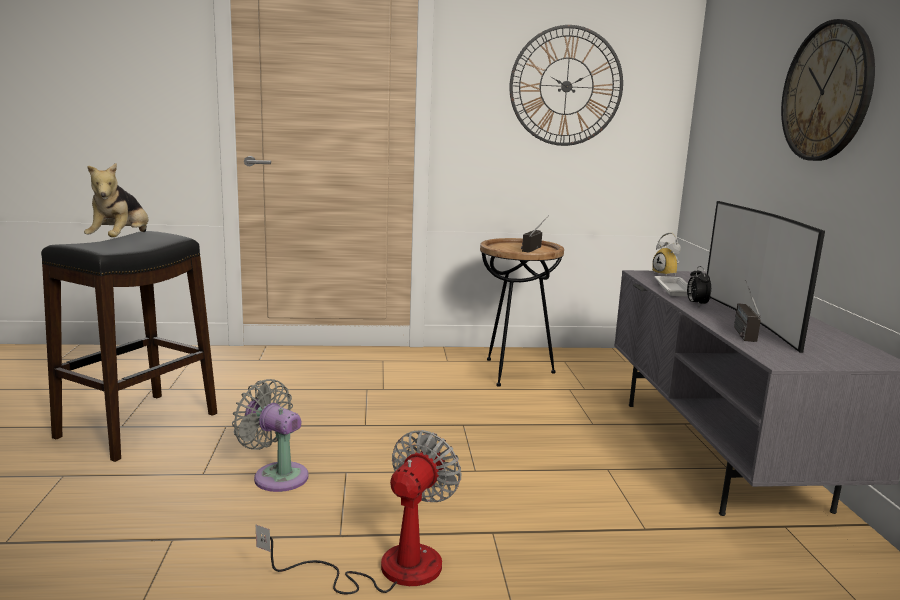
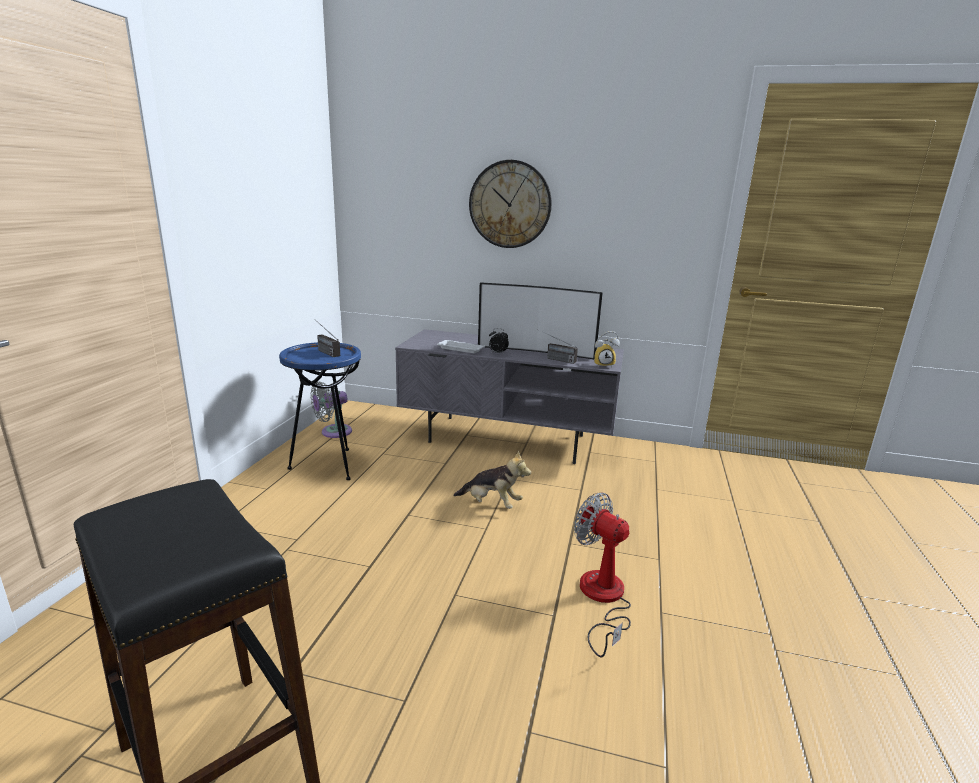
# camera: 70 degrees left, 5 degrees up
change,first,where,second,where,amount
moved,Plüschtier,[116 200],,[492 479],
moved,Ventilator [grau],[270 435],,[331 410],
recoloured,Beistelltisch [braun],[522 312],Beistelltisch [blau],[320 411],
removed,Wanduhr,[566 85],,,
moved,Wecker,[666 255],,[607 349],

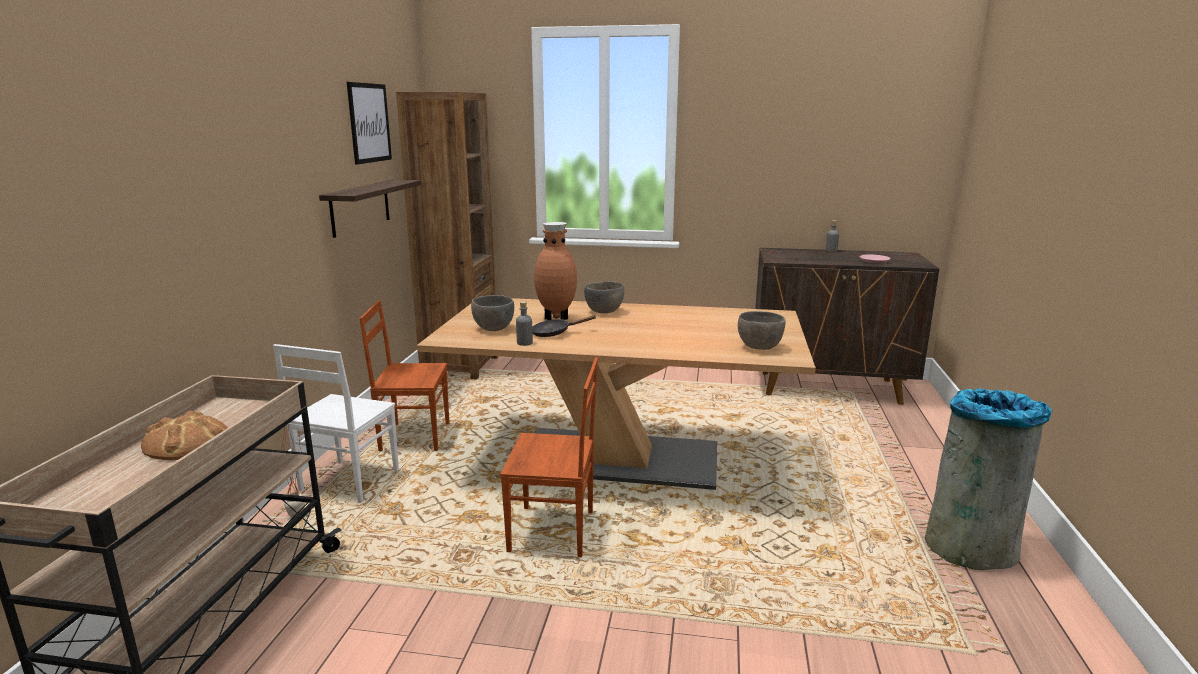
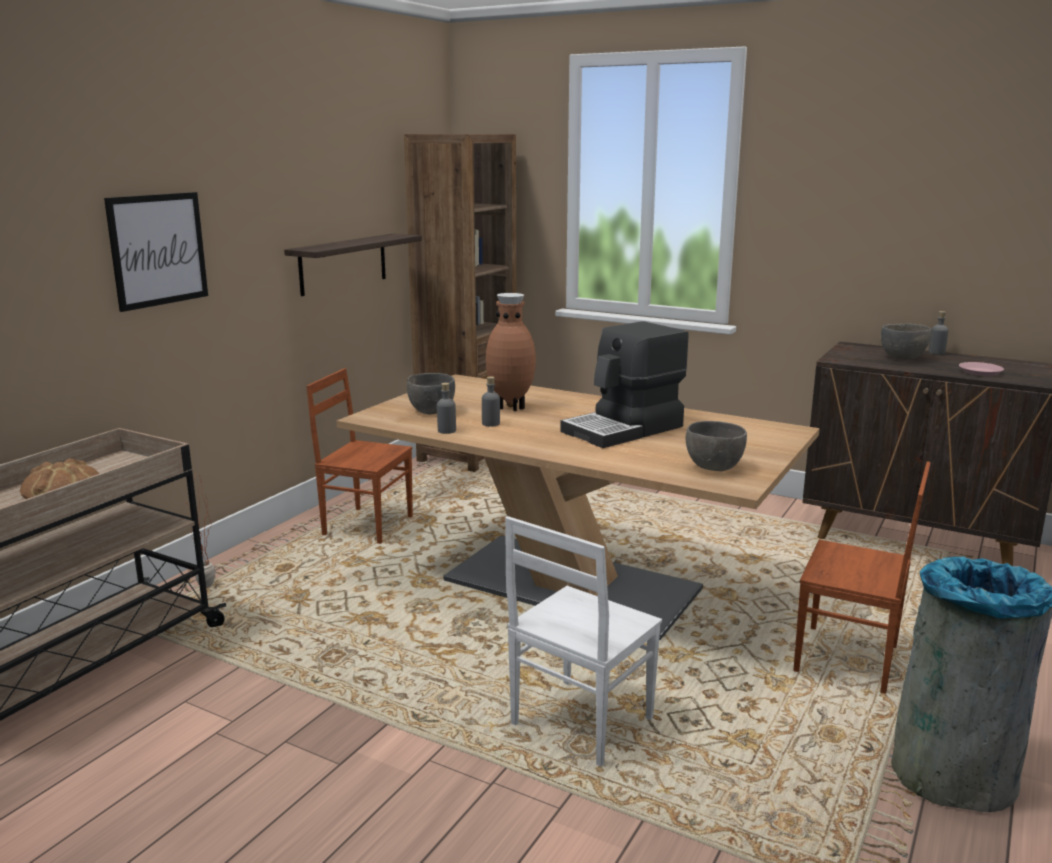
# camera: 20 degrees right, 0 degrees up
change,first,where,second,where,amount
moved,Stuhl [weiß],[336 423],,[583 641],
moved,Bild,[369 123],,[156 252],
moved,Stuhl [braun],[549 457],,[862 577],
replaced,Pfanne [schwarz],[564 326],Flasche [grau],[491 401],
moved,Schüssel [grau],[604 297],,[906 341],
added,,,Kaffeemaschine,[624 384],

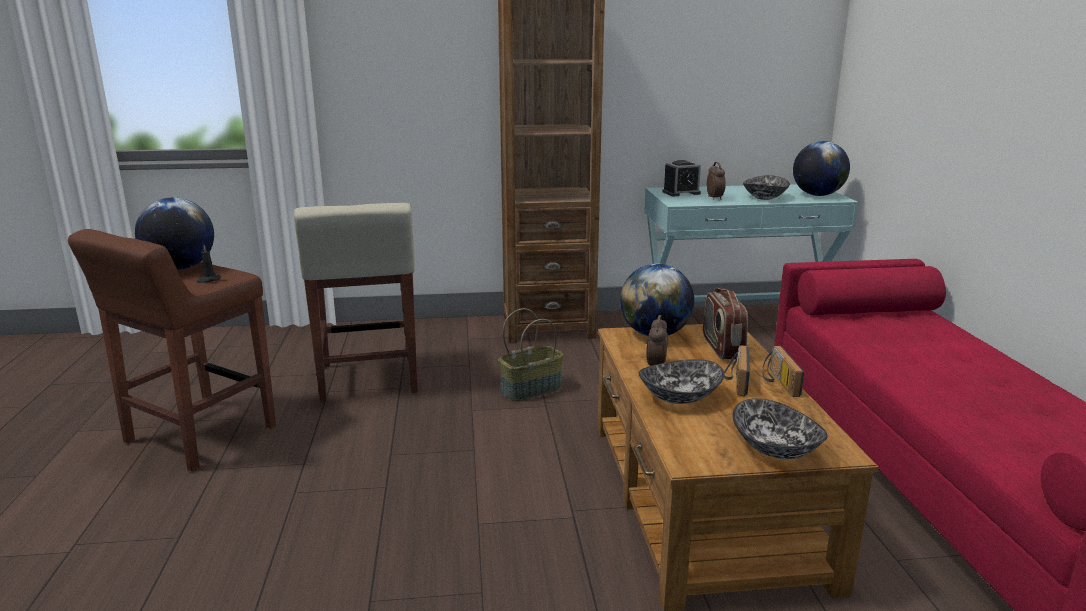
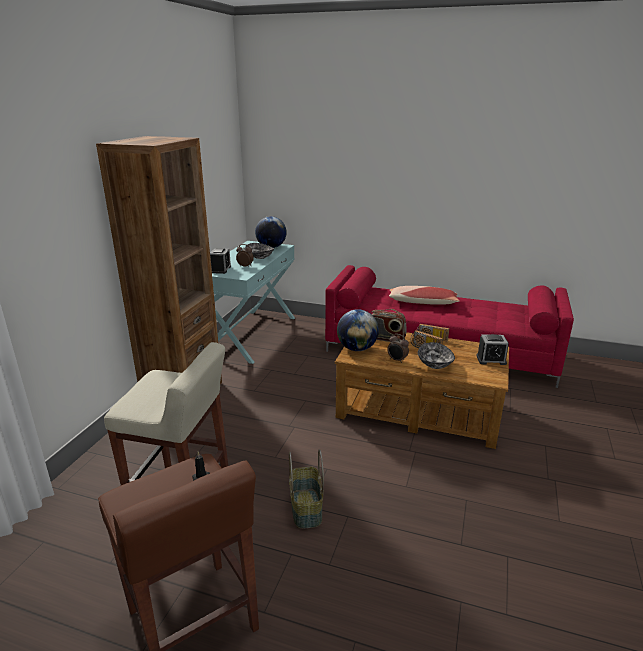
# camera: 65 degrees left, 5 degrees up
change,first,where,second,where,amount
removed,Globus,[174 233],,,
moved,Korb,[531 354],,[306 489],
replaced,Schüssel,[780 428],Wecker,[492 349],
added,,,Kissen,[424 295],

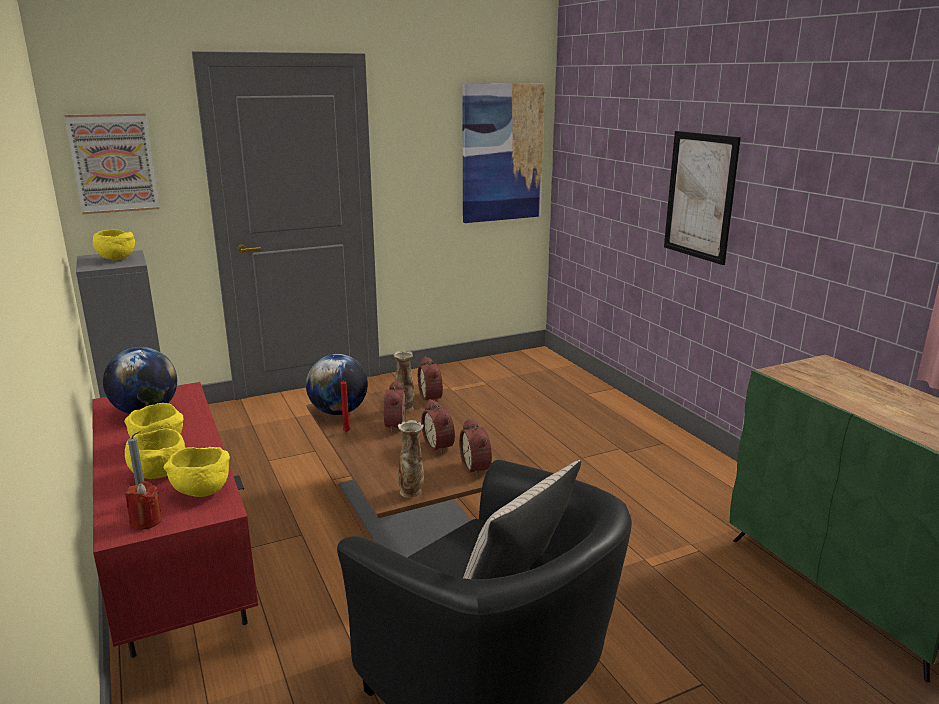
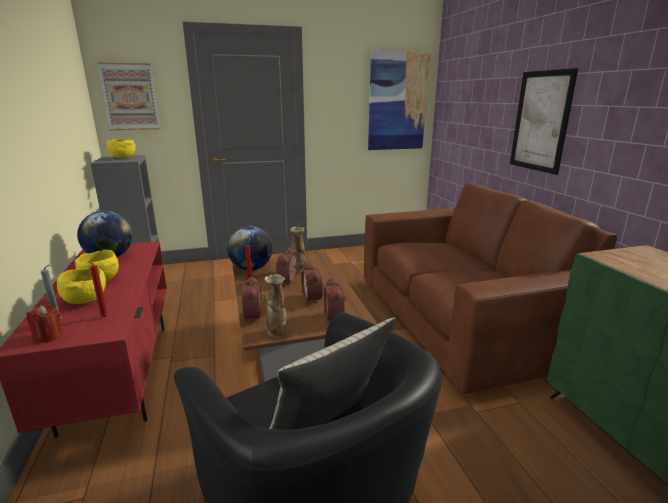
# camera: 10 degrees right, 0 degrees up
change,first,where,second,where,amount
replaced,Schüssel [gelb],[196 472],Kerze [rot],[99 290],
moved,Wecker,[430 378],,[253 300],
added,,,Sofa [braun],[490 288],

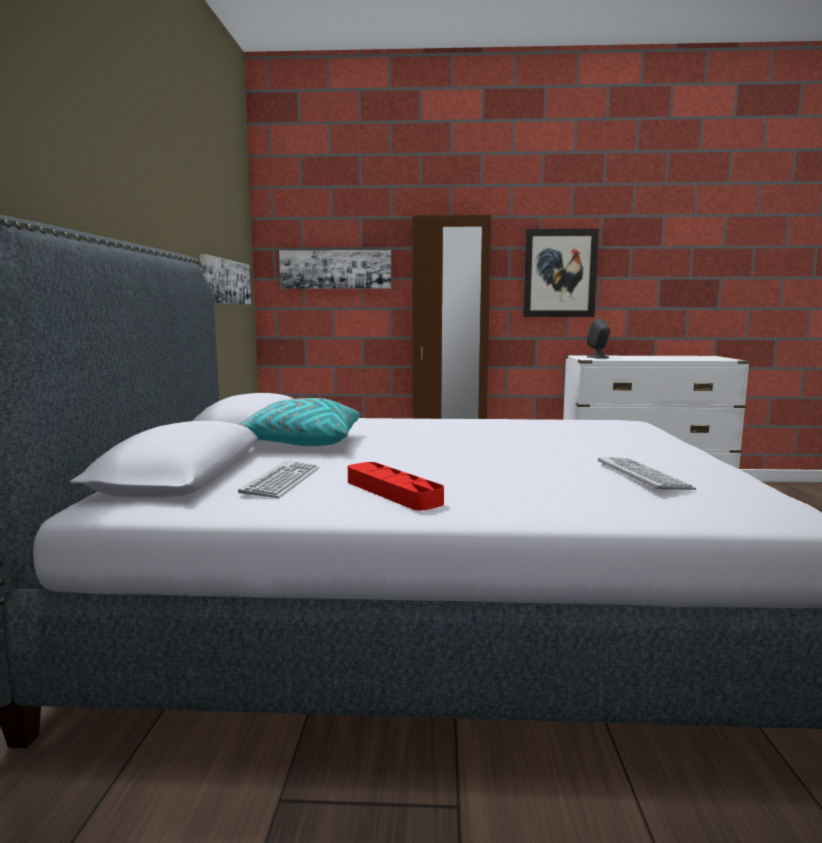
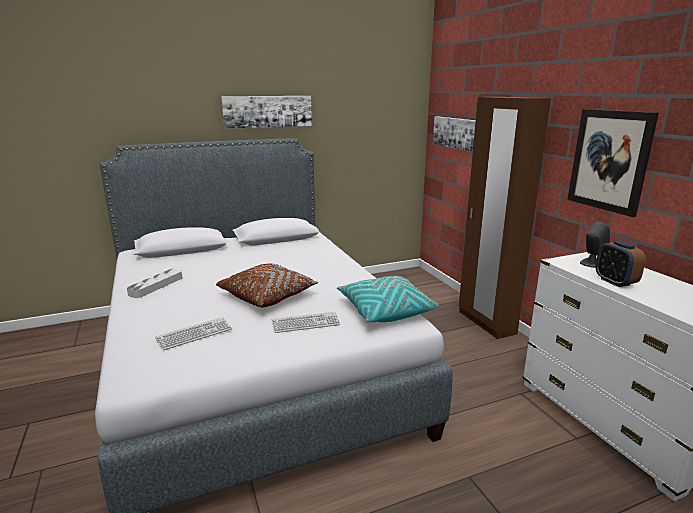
# camera: 65 degrees right, 10 degrees up
change,first,where,second,where,amount
moved,Bild,[225 279],,[266 112],
moved,Kissen [türkis],[299 422],,[388 299],
moved,Tastatur,[278 479],,[306 322],
recoloured,Tablett [rot],[396 486],Tablett [grau],[155 283],
added,,,Kissen [braun],[267 285],
added,,,Wecker,[621 263],

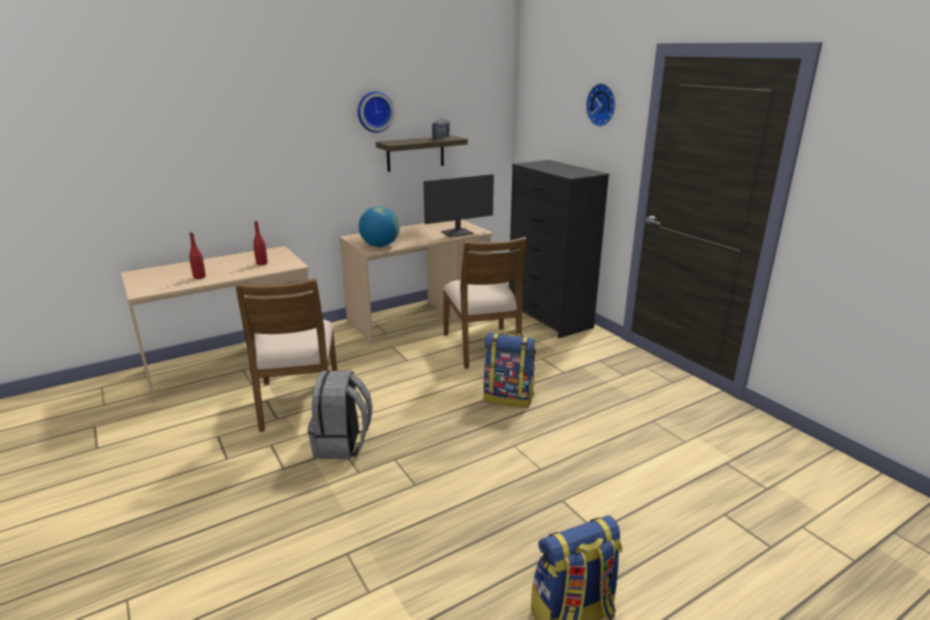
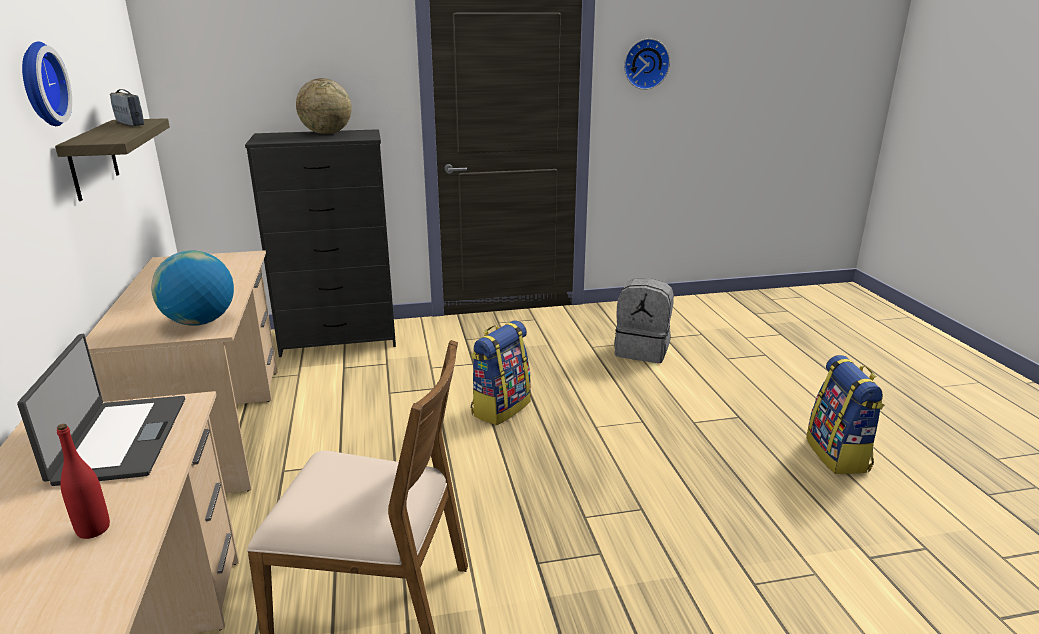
# camera: 70 degrees left, 0 degrees up
change,first,where,second,where,amount
replaced,Flasche [rot],[260 243],Laptop,[101 410],
moved,Rucksack [grau],[339 414],,[644 320],
removed,Monitor,[458 205],,,
removed,Stuhl [braun],[485 303],,,
moved,Wanduhr,[600 105],,[647 64],
added,,,Globus,[324 106],

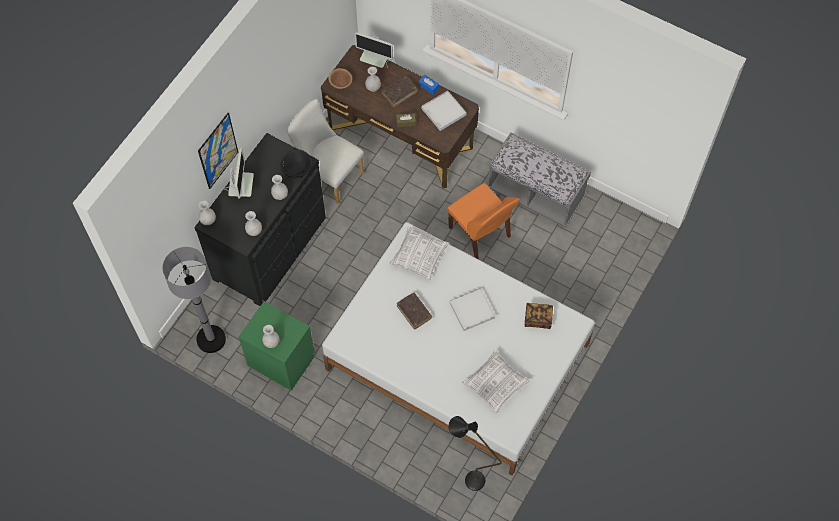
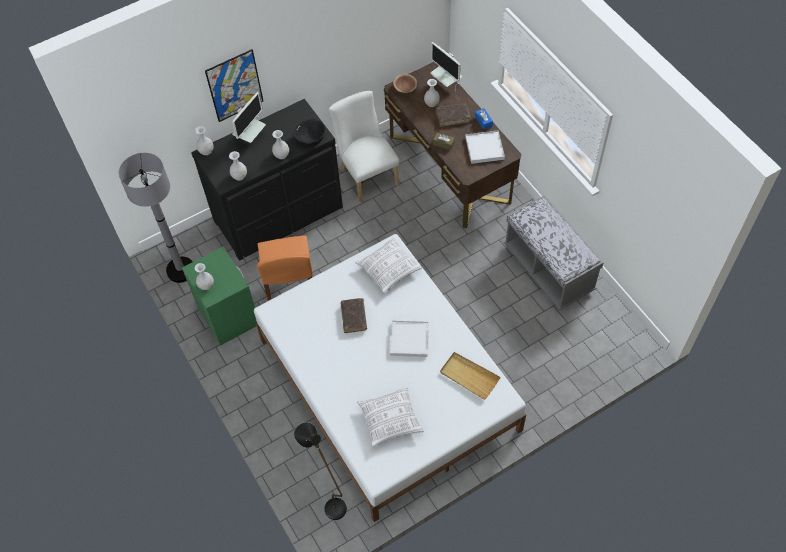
# camera: 30 degrees right, 5 degrees down
change,first,where,second,where,amount
moved,Stuhl [orange],[484 221],,[285 268],
replaced,Buch,[539 316],Tablett [beige],[470 376],

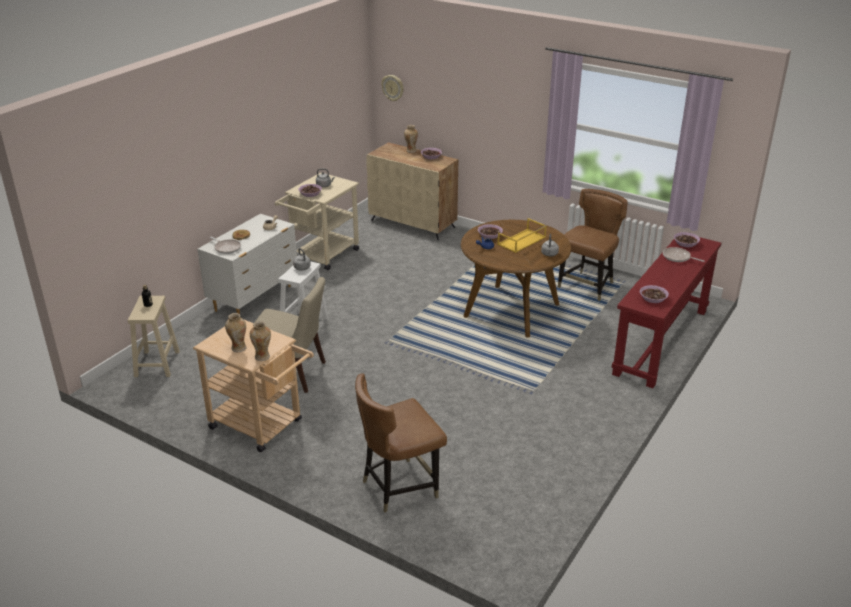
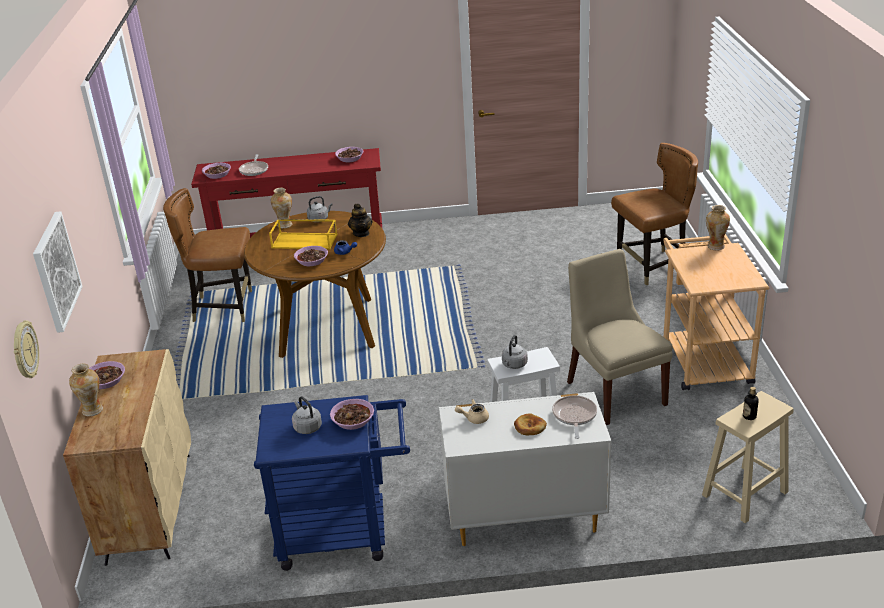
# camera: 125 degrees left, 0 degrees up
change,first,where,second,where,amount
moved,Vase,[236 332],,[281 208],
recoloured,Rollwagen [beige],[317 221],Rollwagen [blau],[332 483],
turned,Stuhl [braun],[401 443],,[654 214],45 degrees counterclockwise
added,,,Bild,[58 272],
added,,,Teekanne,[360 220],

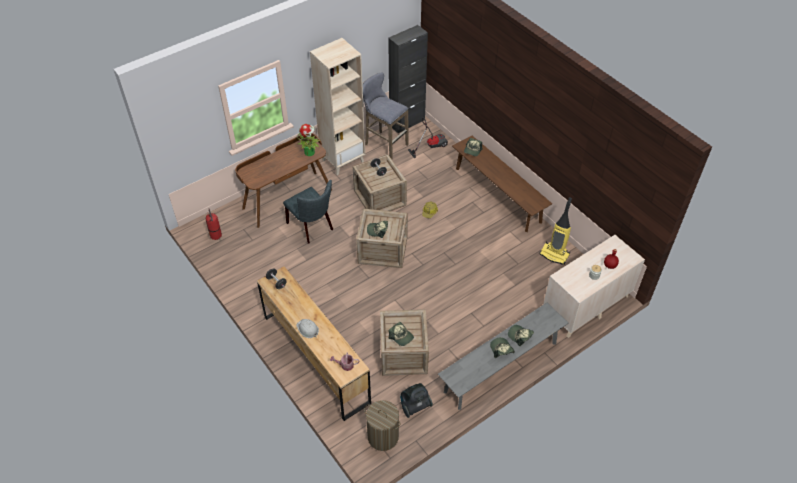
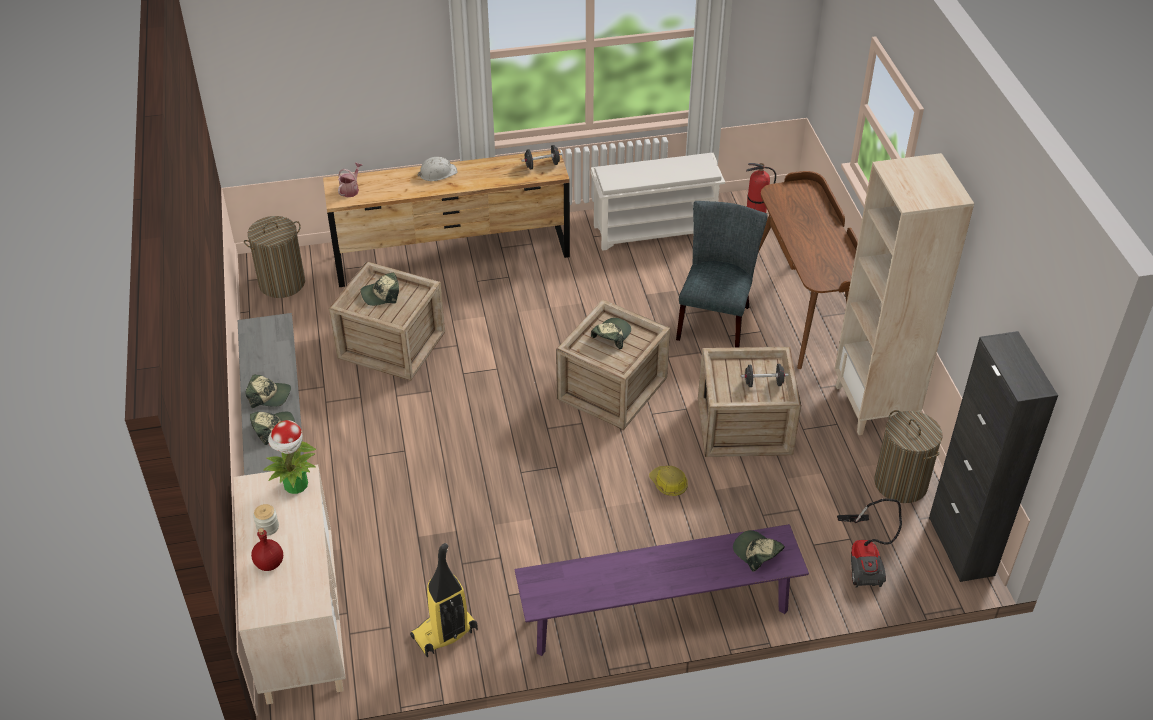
# camera: 115 degrees right, 5 degrees down
change,first,where,second,where,amount
turned,Stuhl [grau],[308 212],,[721 274],120 degrees clockwise
moved,Topfpflanze,[308 140],,[289 457],
replaced,Hocker [grau],[385 115],Wäschekorb,[908 456],
removed,Staubsauger,[416 400],,,
recoloured,Bank [braun],[502 184],Bank [lila],[661 590],
added,,,Schuhregal [weiß],[658 202],

